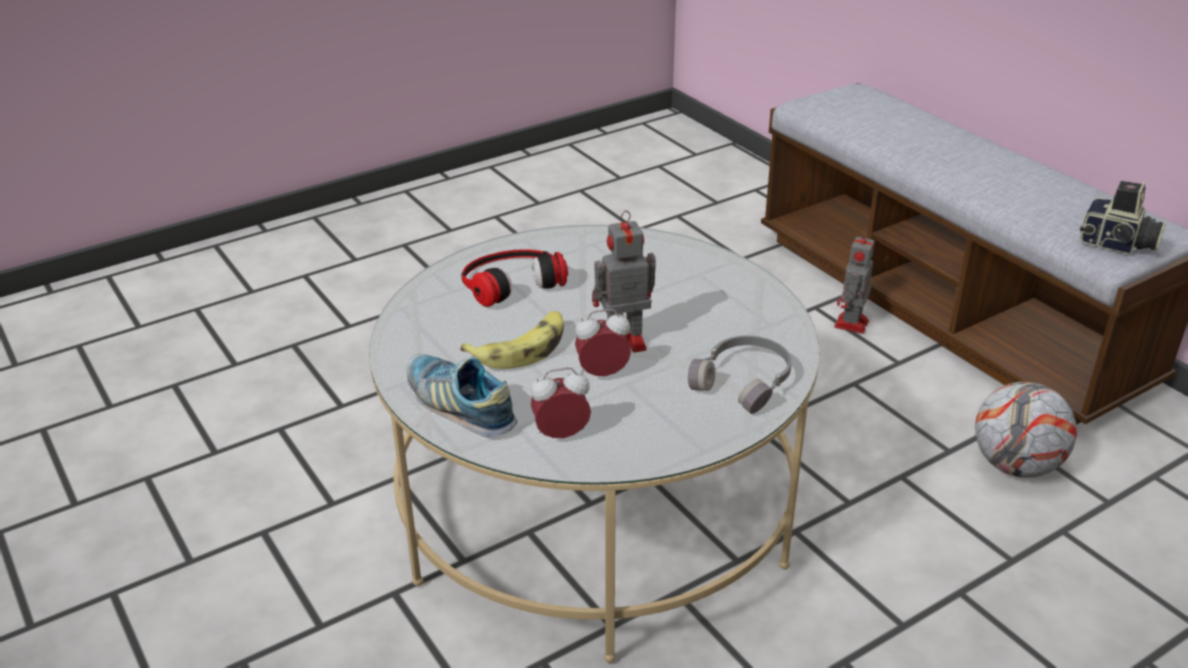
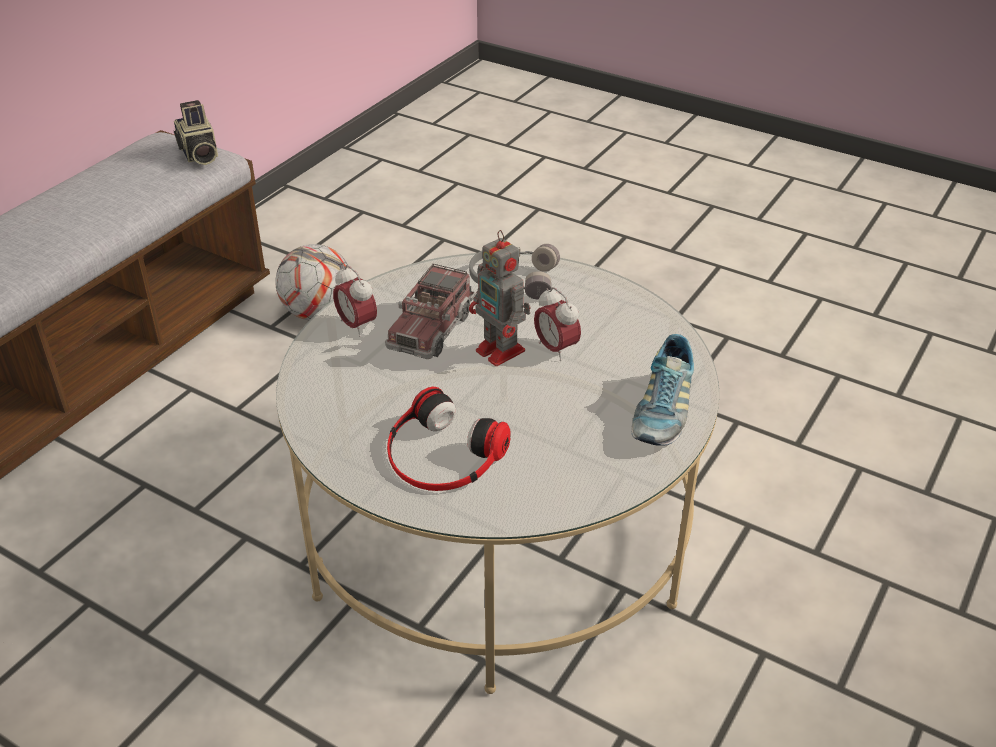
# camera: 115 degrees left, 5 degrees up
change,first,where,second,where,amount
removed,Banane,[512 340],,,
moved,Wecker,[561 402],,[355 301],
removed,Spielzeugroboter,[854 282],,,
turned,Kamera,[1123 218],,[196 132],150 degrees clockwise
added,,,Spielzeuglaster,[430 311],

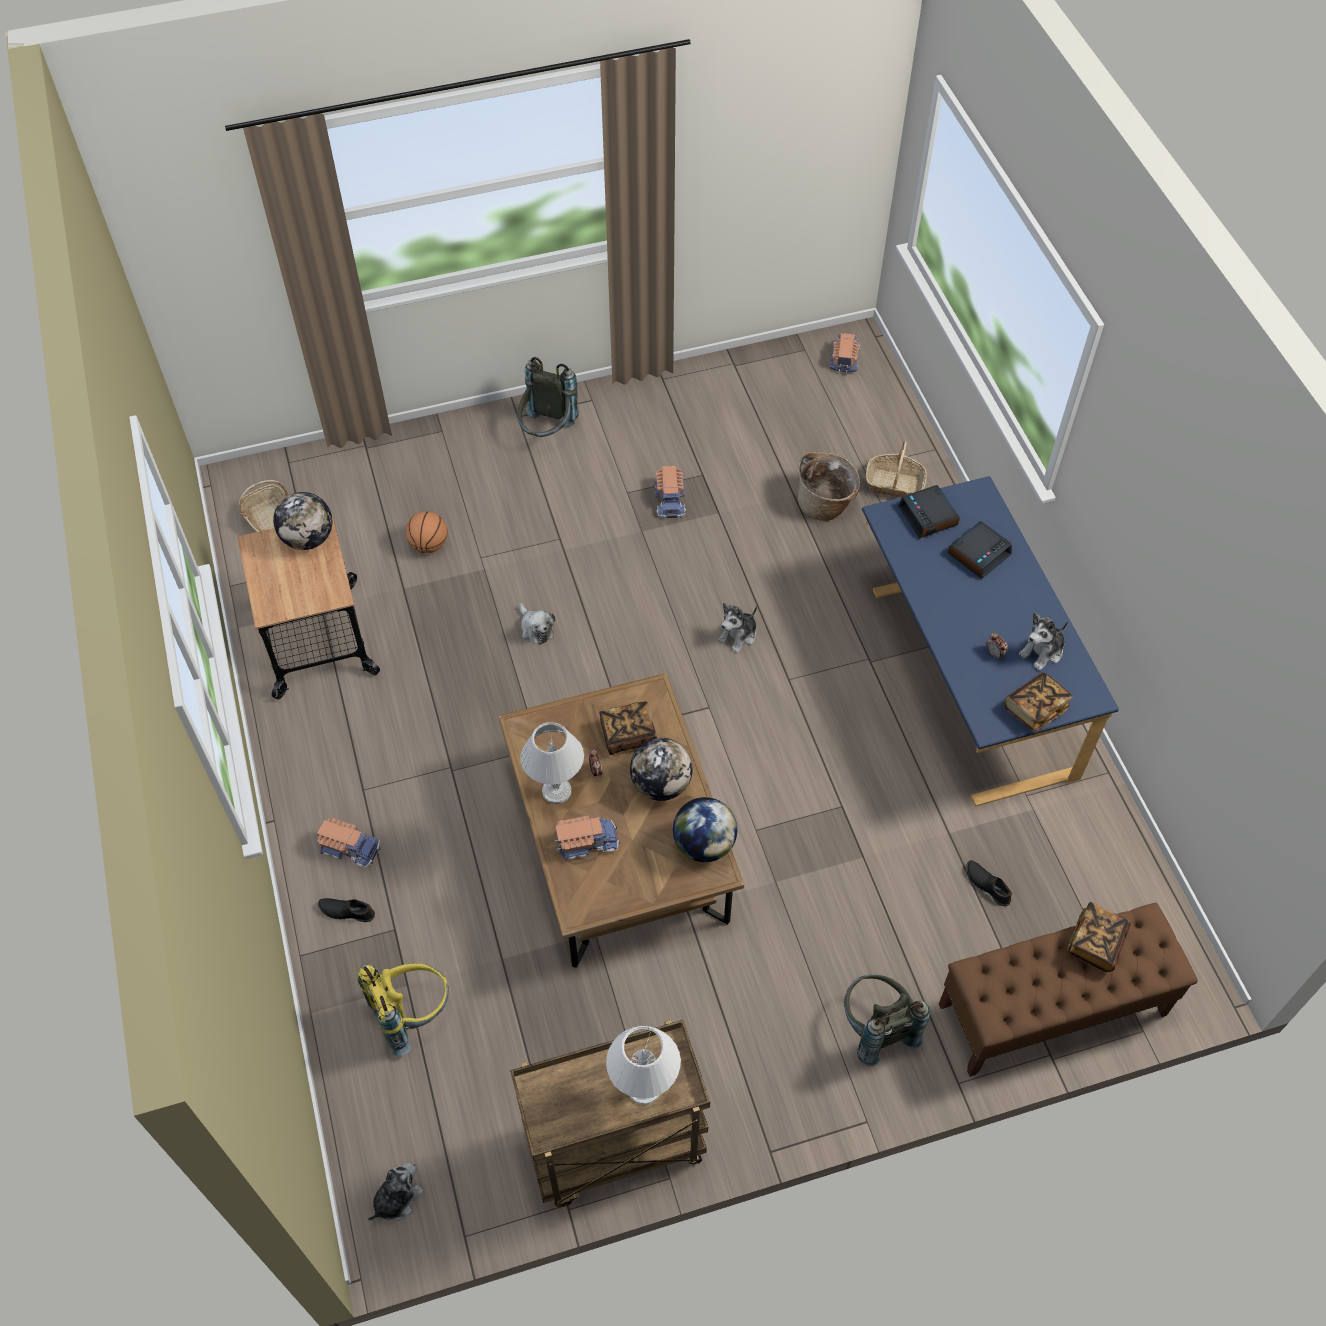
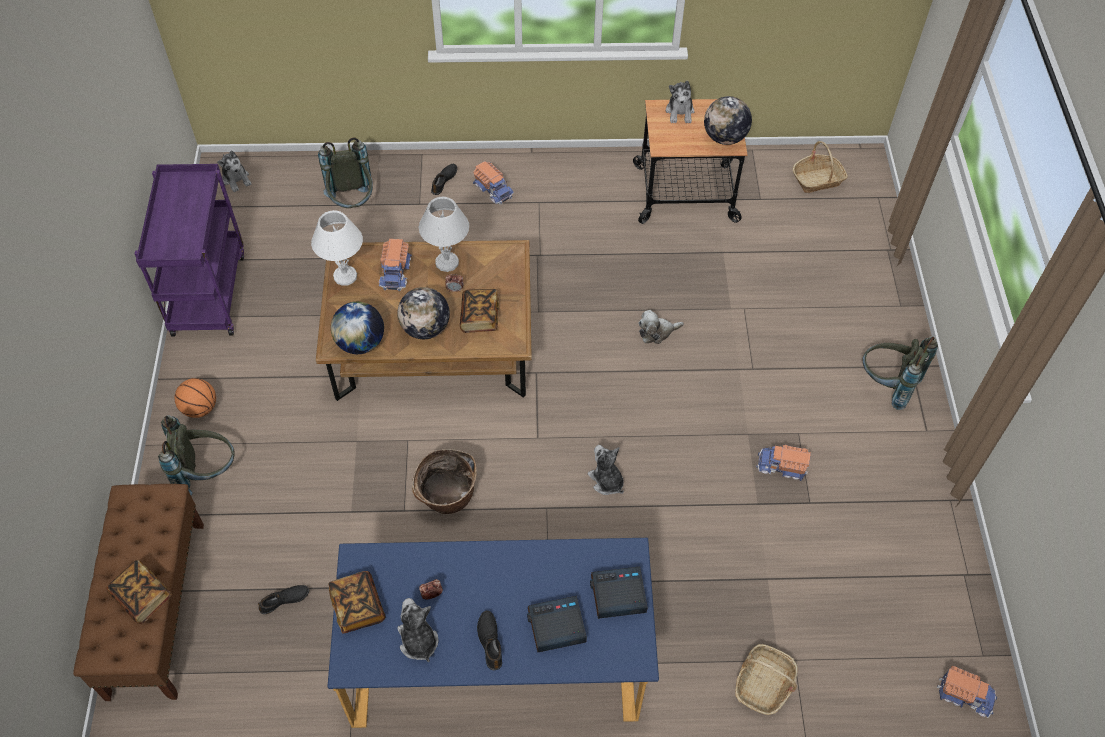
# camera: 105 degrees right, 0 degrees up
change,first,where,second,where,amount
turned,Spielzeuglaster,[349 842],,[493 183],75 degrees counterclockwise
recoloured,Rucksack [gelb],[403 1010],Rucksack [grau],[345 172],
moved,Basketball,[426 532],,[195 398],
recoloured,Rollwagen [braun],[610 1113],Rollwagen [lila],[189 250],
moved,Tischlampe [weiß],[643 1065],,[337 248],
moved,Korb,[829 486],,[444 481],
turned,Wecker,[980 550],,[557 624],105 degrees clockwise
added,,,Schuh [schwarz],[489 640],
added,,,Plüschtier,[680 102],

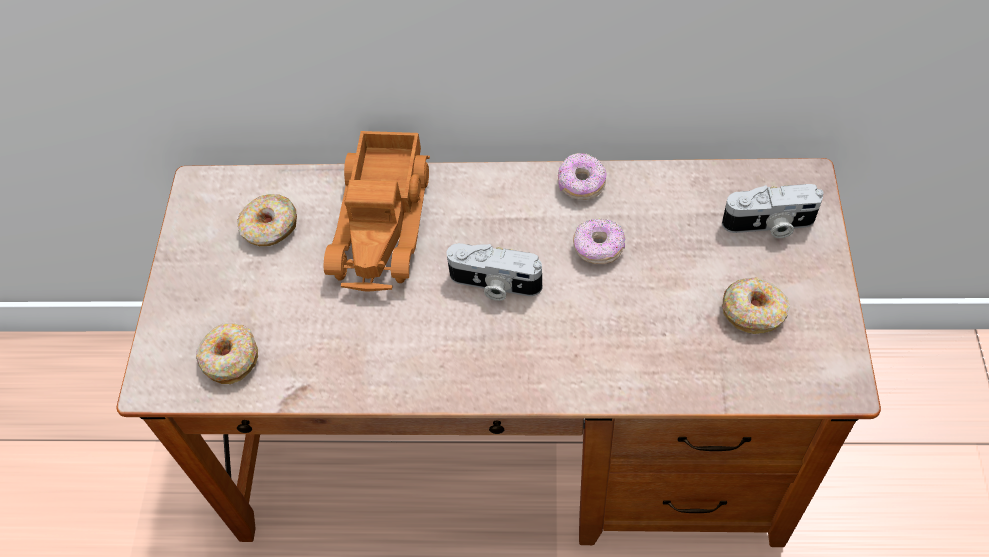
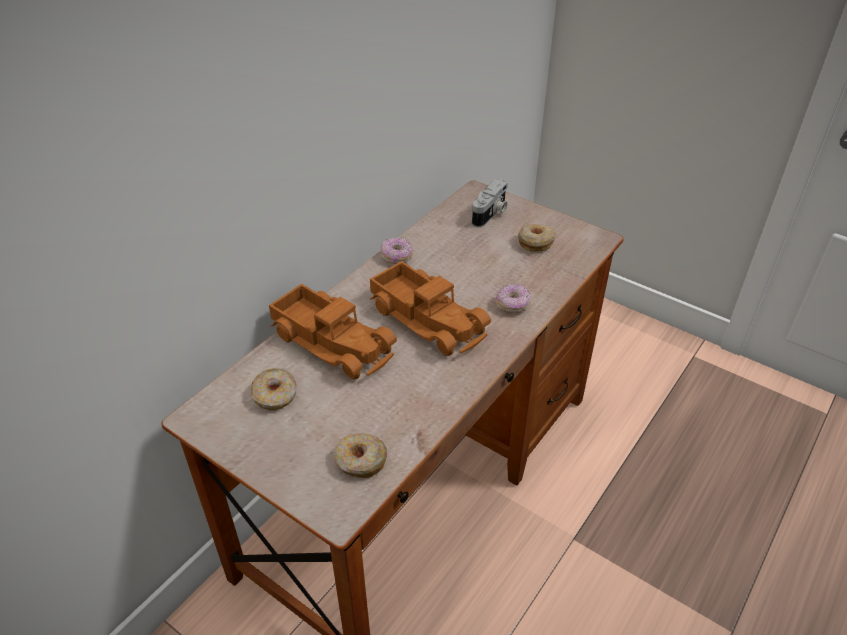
# camera: 60 degrees left, 15 degrees down
change,first,where,second,where,amount
replaced,Kamera,[494 272],Spielzeuglaster,[430 308],
moved,Donut,[599 241],,[513 298],

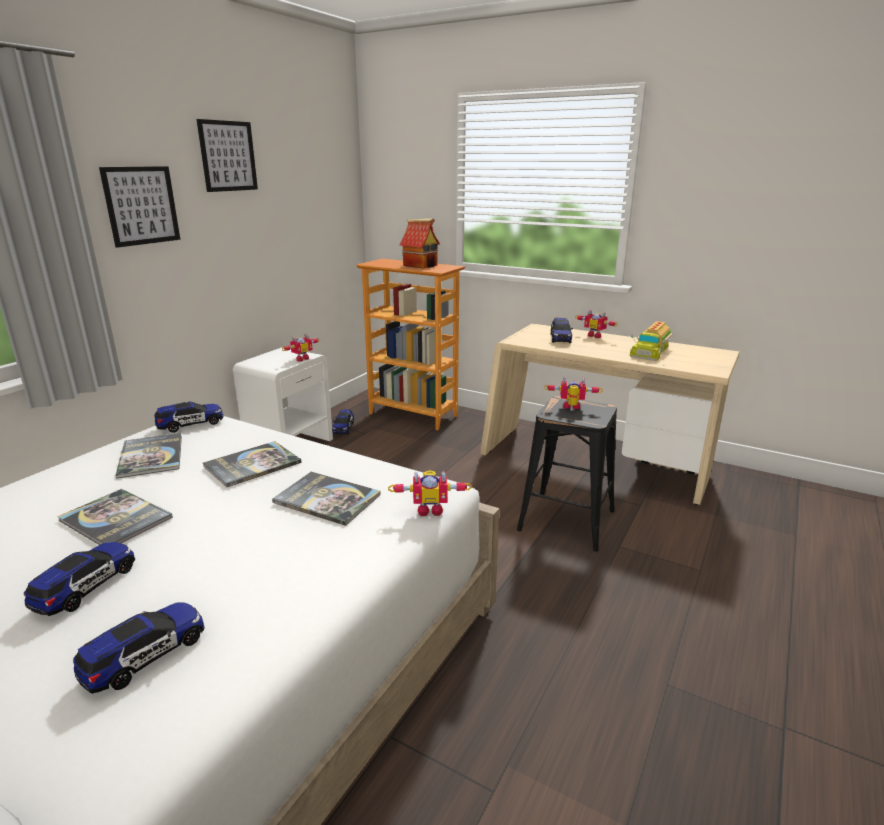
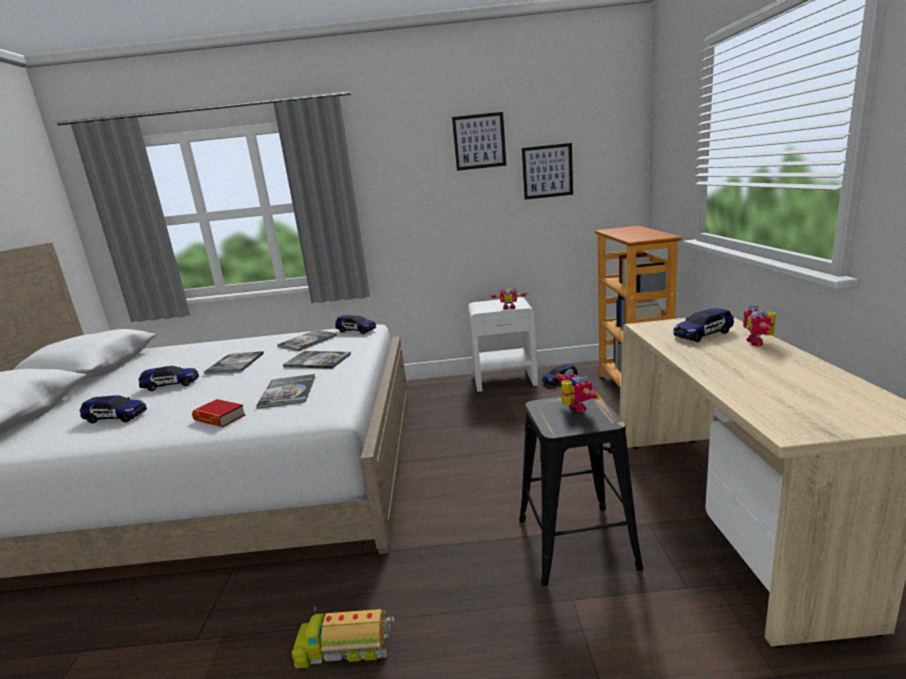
# camera: 60 degrees right, 5 degrees down
change,first,where,second,where,amount
moved,Bild,[139 207],,[547 171],
removed,Spielzeugroboter,[430 493],,,
removed,Spielzeughaus,[420 243],,,
moved,Spielzeuglaster,[651 341],,[343 637],
added,,,Buch,[219 413],

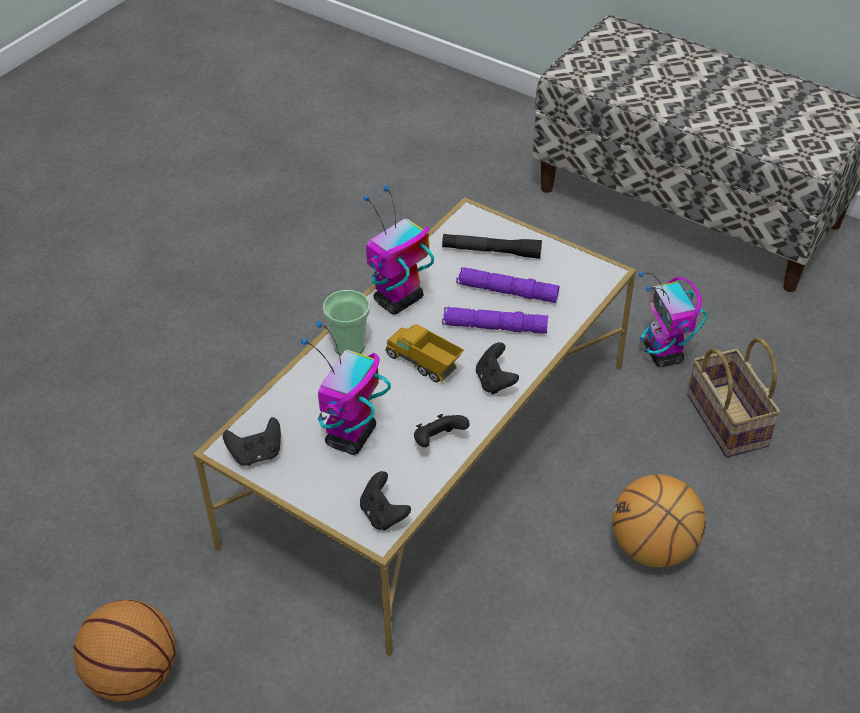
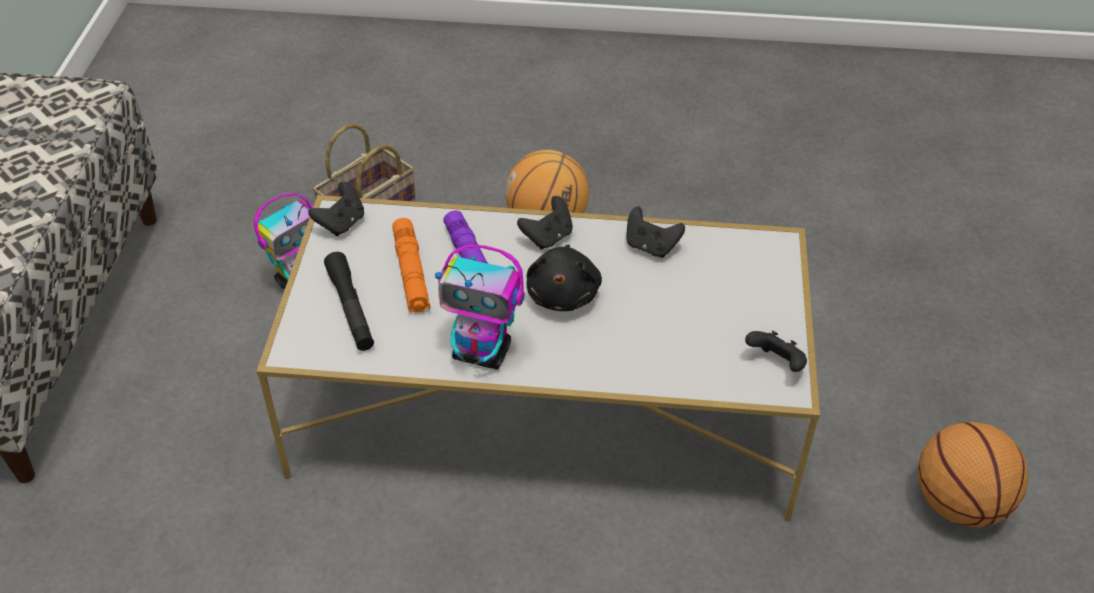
# camera: 120 degrees left, 0 degrees up
change,first,where,second,where,amount
removed,Spielzeugroboter,[346 388],,,
removed,Tasse,[346 323],,,
moved,Gamepad [schwarz],[385 500],,[336 209],
replaced,Spielzeuglaster,[424 353],Plüschtier [schwarz],[564 278],
recoloured,Taschenlampe [lila],[507 285],Taschenlampe [orange],[411 265],

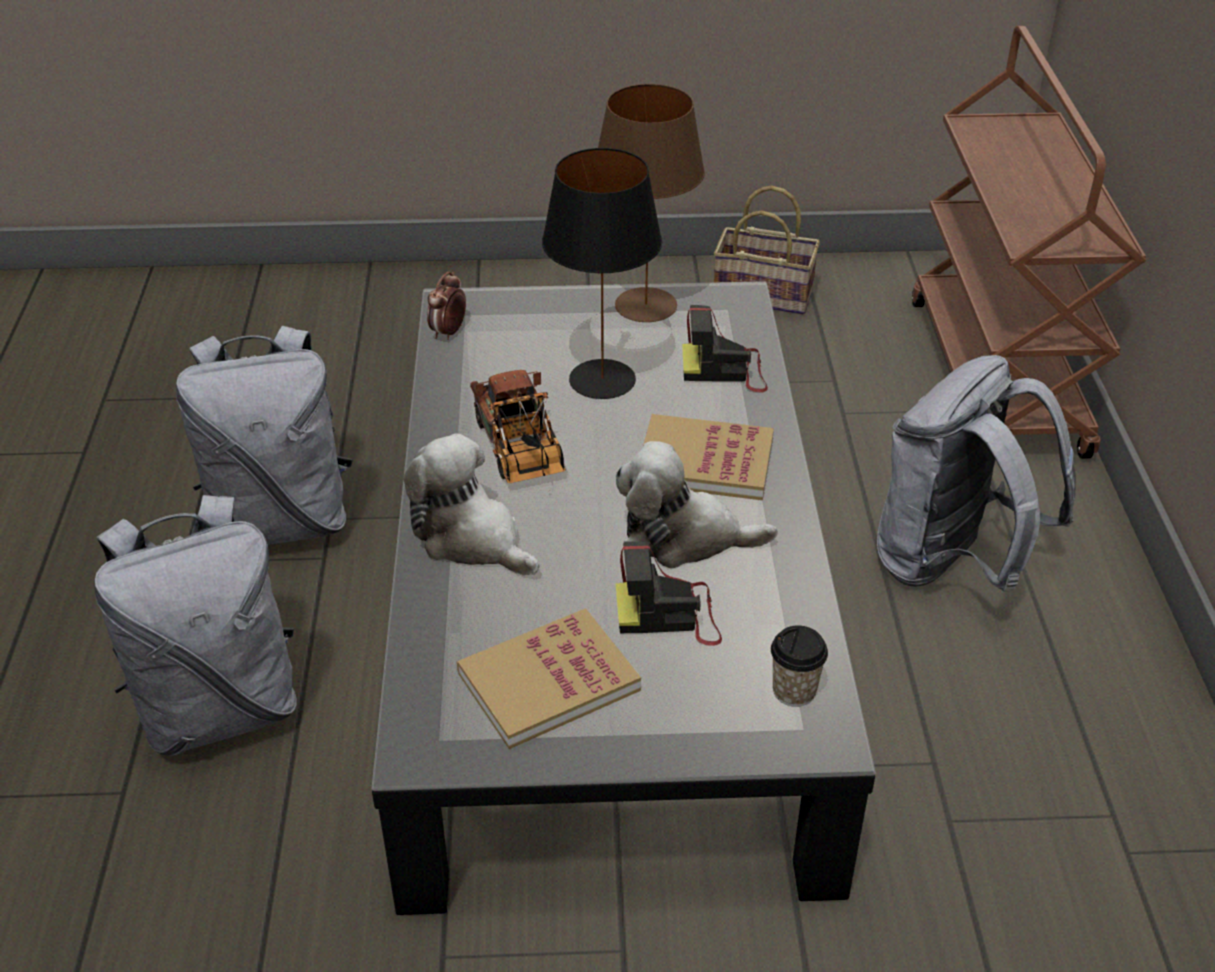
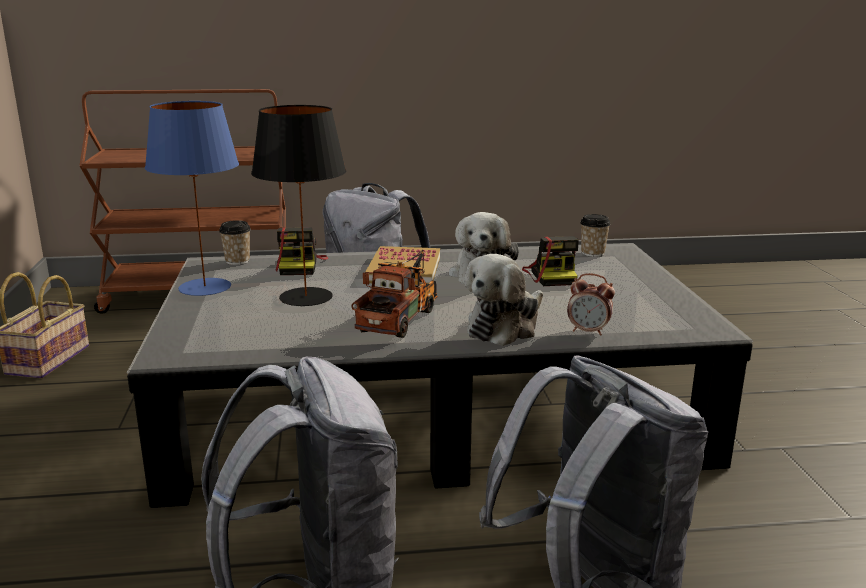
# camera: 95 degrees left, 20 degrees down
change,first,where,second,where,amount
moved,Wecker,[446 305],,[591 304],
removed,Buch,[549 679],,,
turned,Spielzeuglaster,[518 426],,[394 294],45 degrees counterclockwise
recoloured,Tischlampe [braun],[651 203],Tischlampe [blau],[192 198],
added,,,Tasse,[235 242],

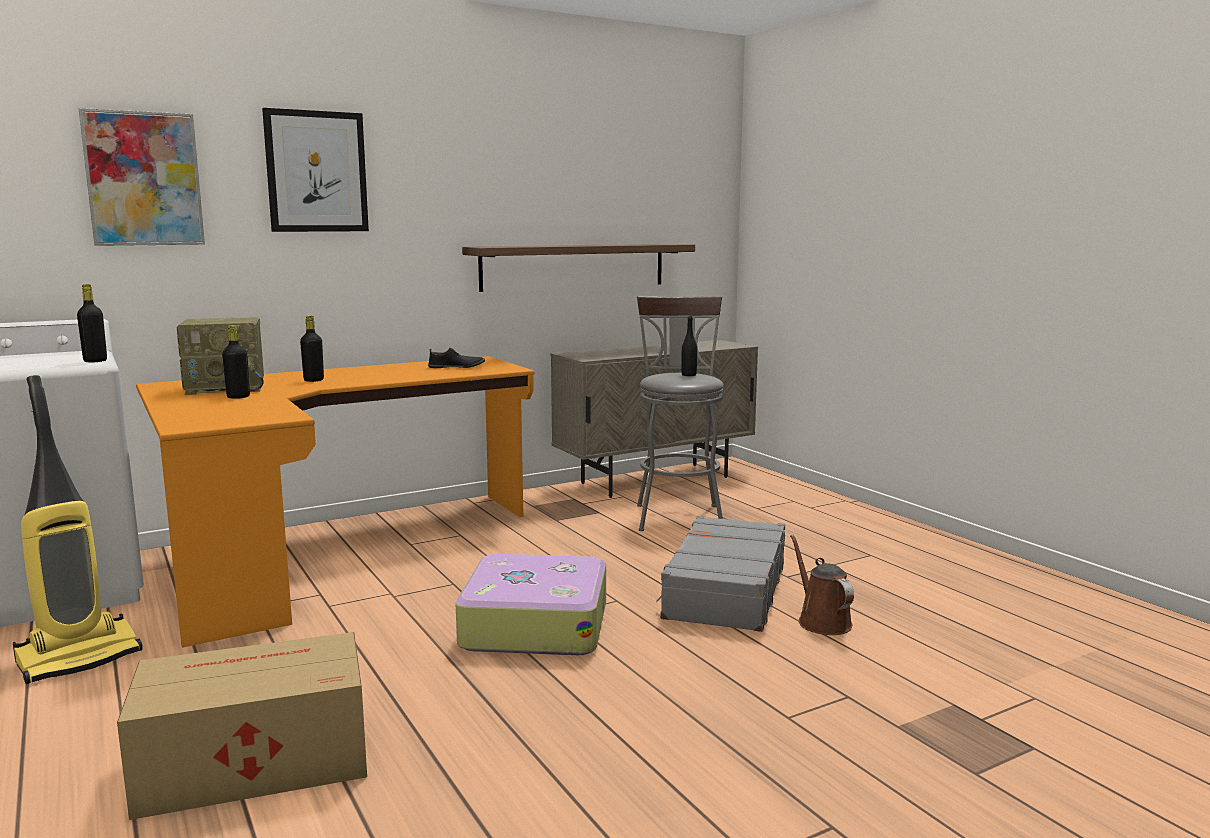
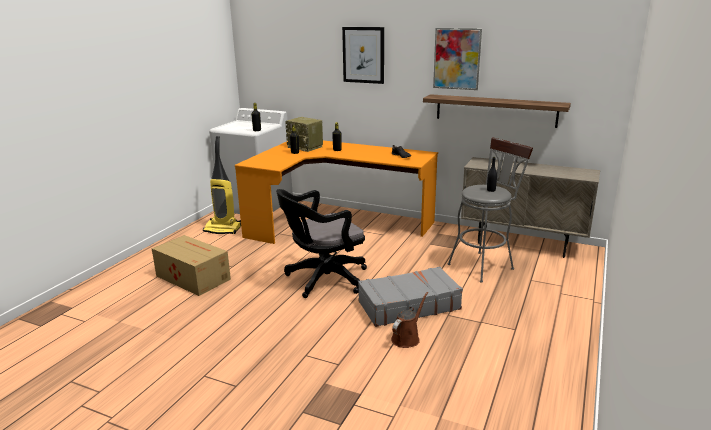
# camera: 55 degrees right, 10 degrees up
change,first,where,second,where,amount
moved,Bild,[142 177],,[457 59],
replaced,Koffer,[531 604],Bürostuhl [schwarz],[321 243],

